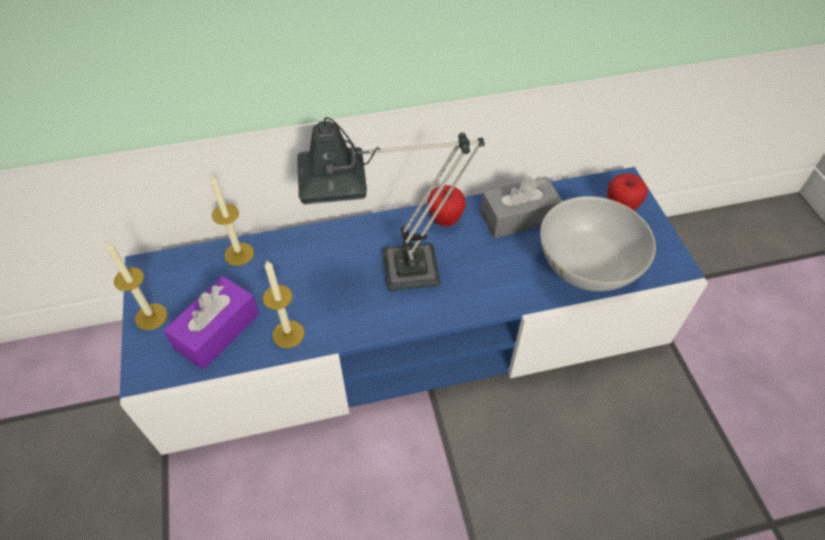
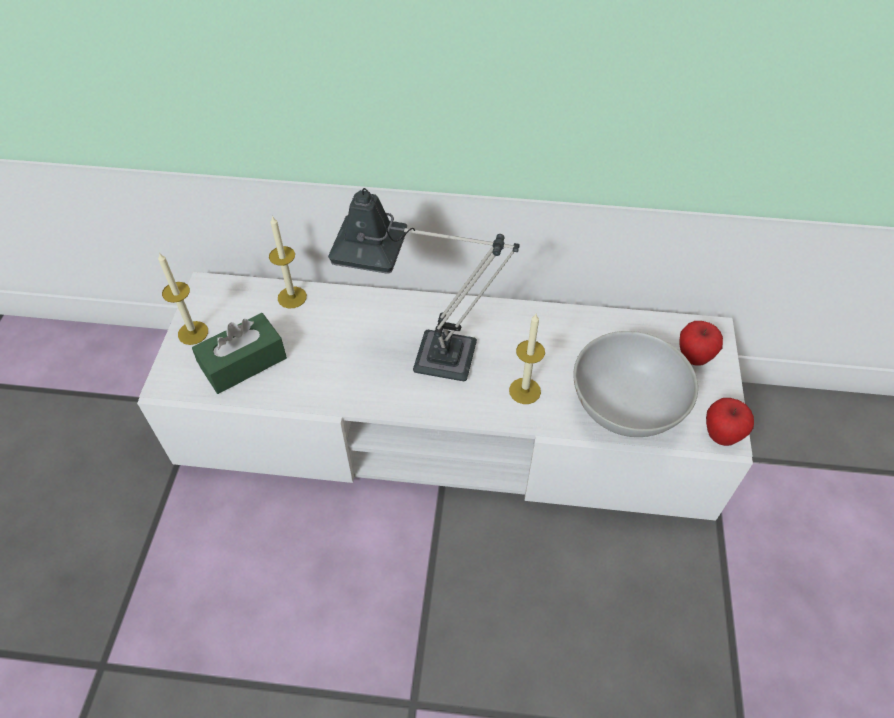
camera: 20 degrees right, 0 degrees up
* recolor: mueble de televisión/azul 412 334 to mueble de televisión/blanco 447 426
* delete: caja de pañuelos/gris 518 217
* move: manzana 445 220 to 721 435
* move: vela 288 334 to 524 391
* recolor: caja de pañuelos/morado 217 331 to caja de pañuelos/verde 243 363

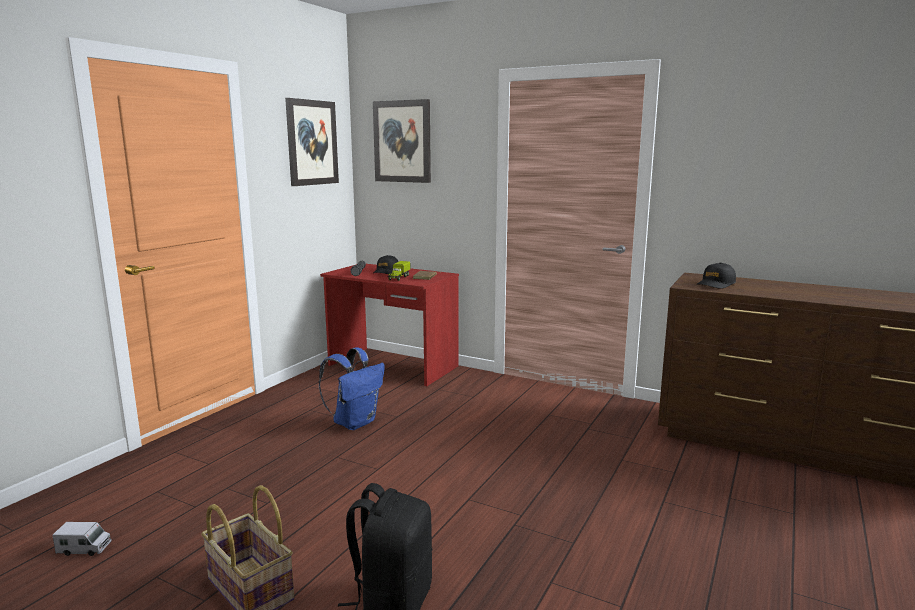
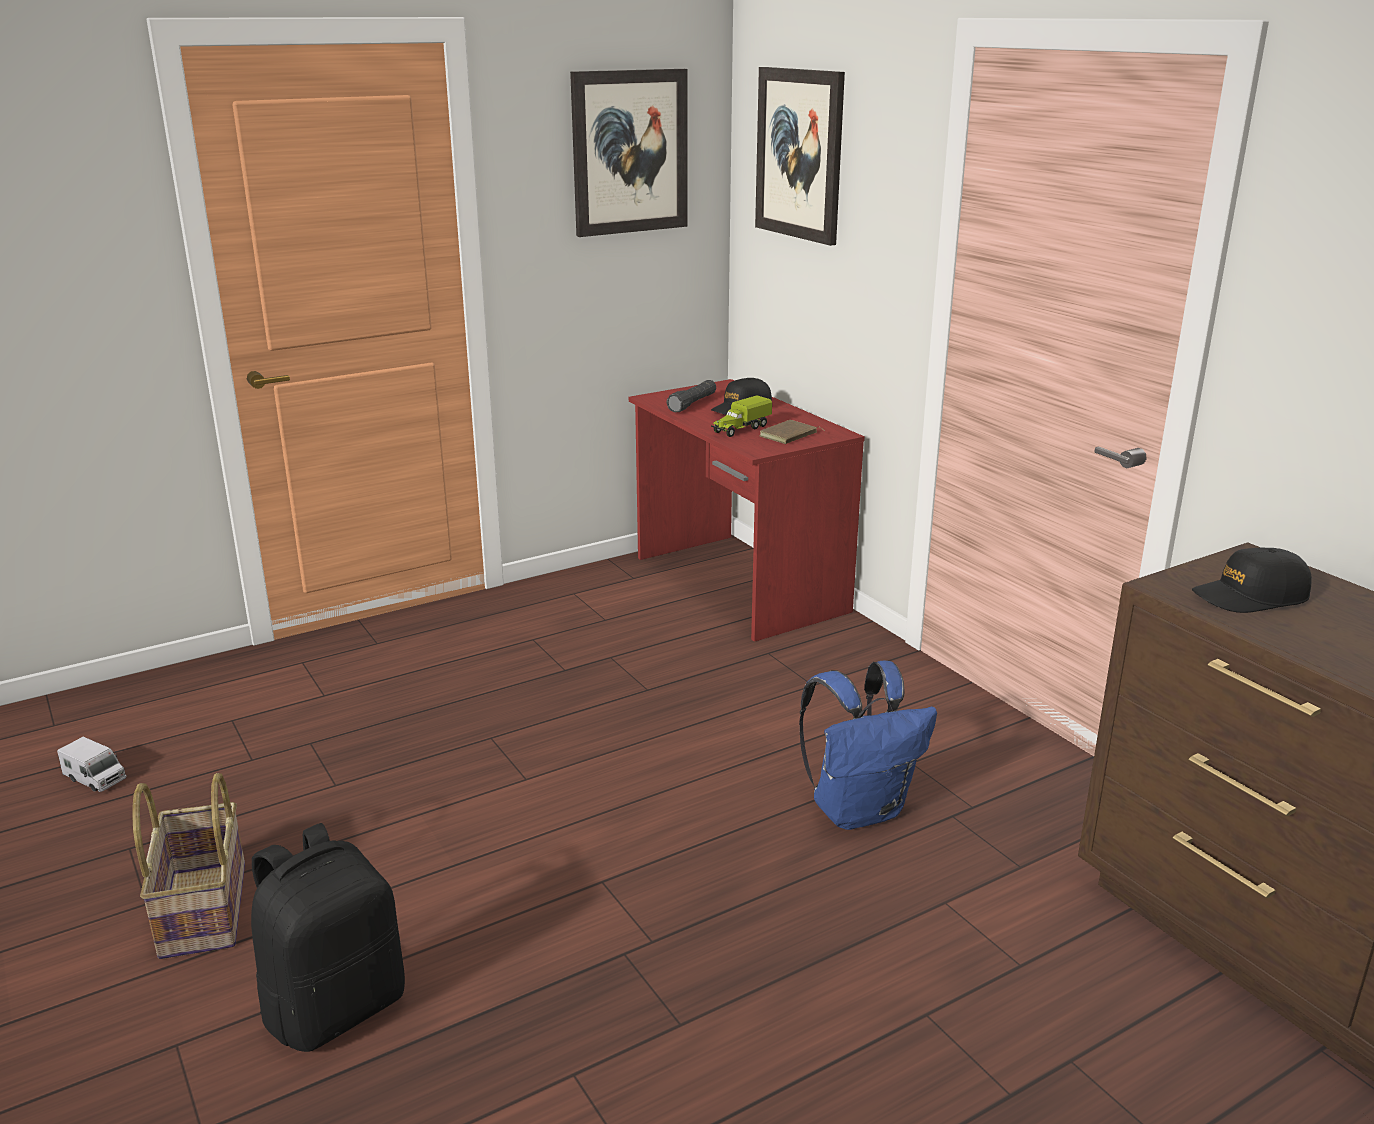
camera: 30 degrees right, 10 degrees up
* move: mochila/azul 355 422 to 859 810

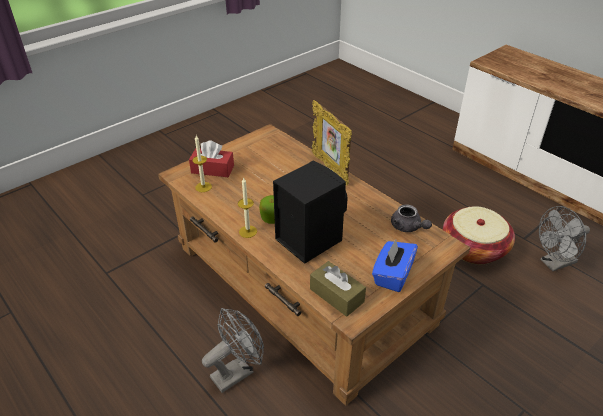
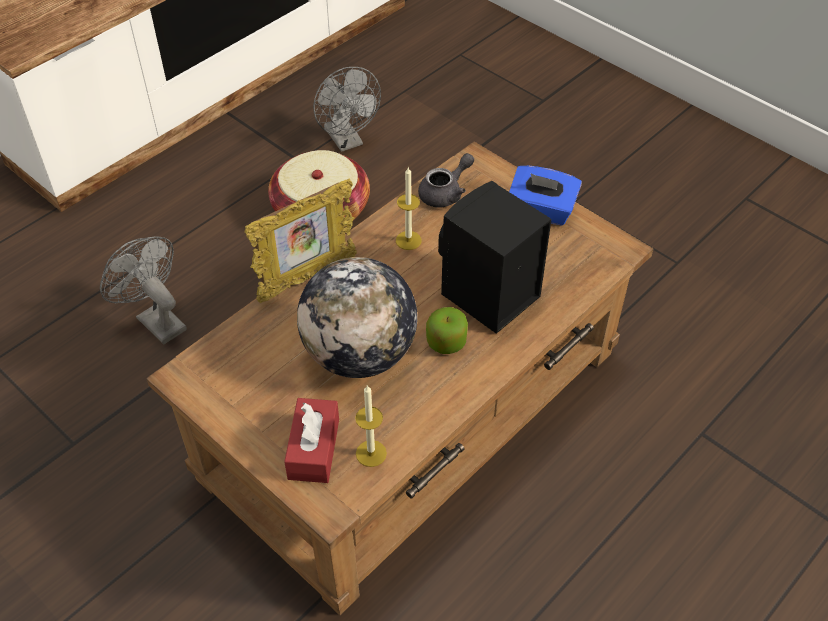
camera: 95 degrees left, 10 degrees up
* move: vela 248 231 to 408 240
* delete: caja de pañuelos/marrón 336 295
* move: ventilador/gris 237 371 to 156 320
* insert: globo terráqueo 360 354

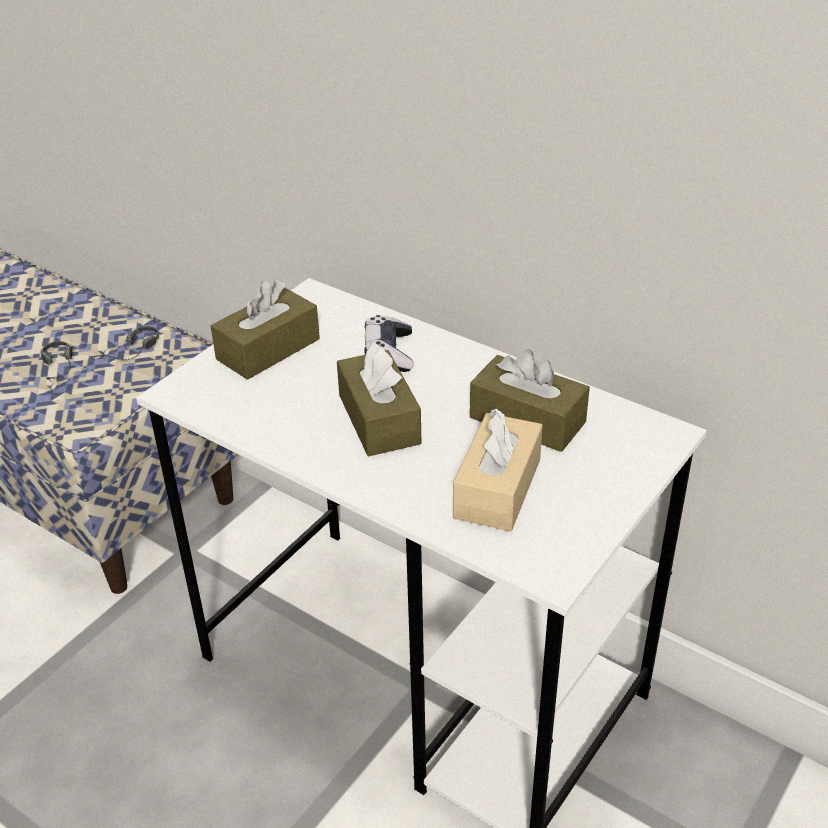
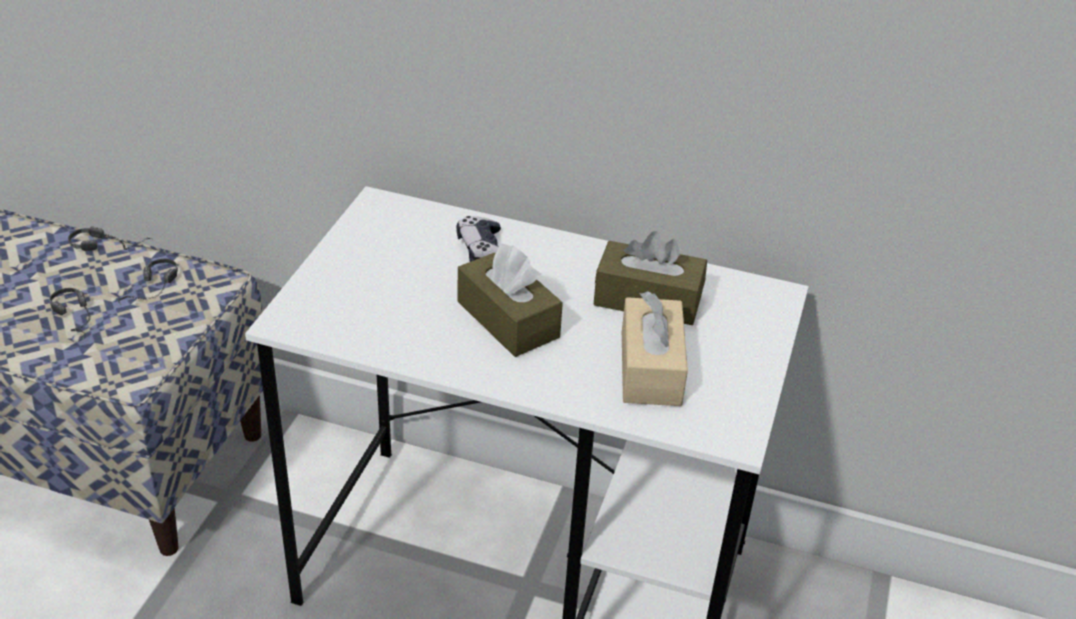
camera: 20 degrees left, 0 degrees up
* delete: caja de pañuelos/marrón 268 349
* insert: auriculares 114 245

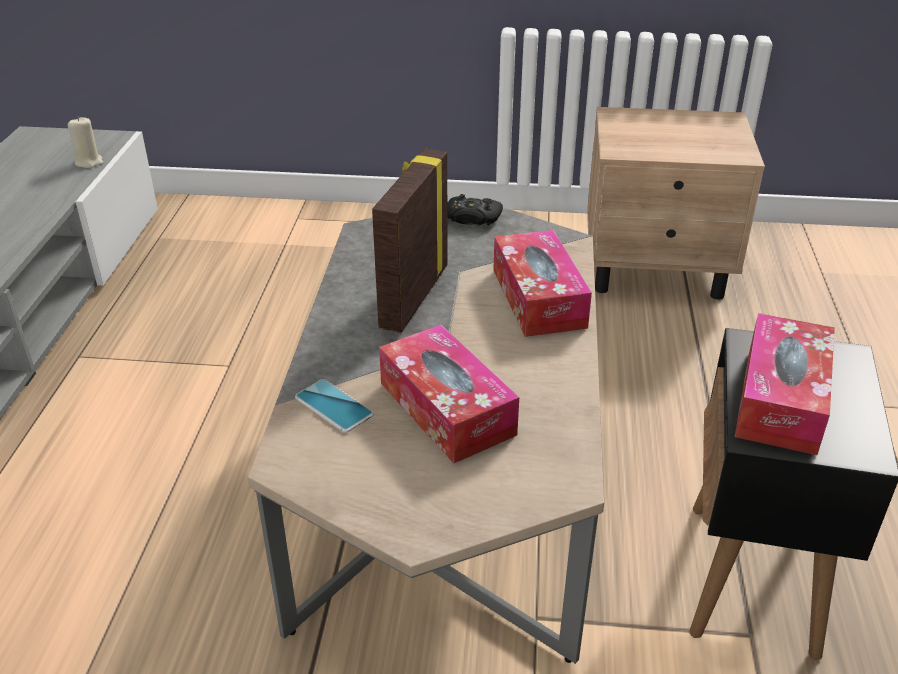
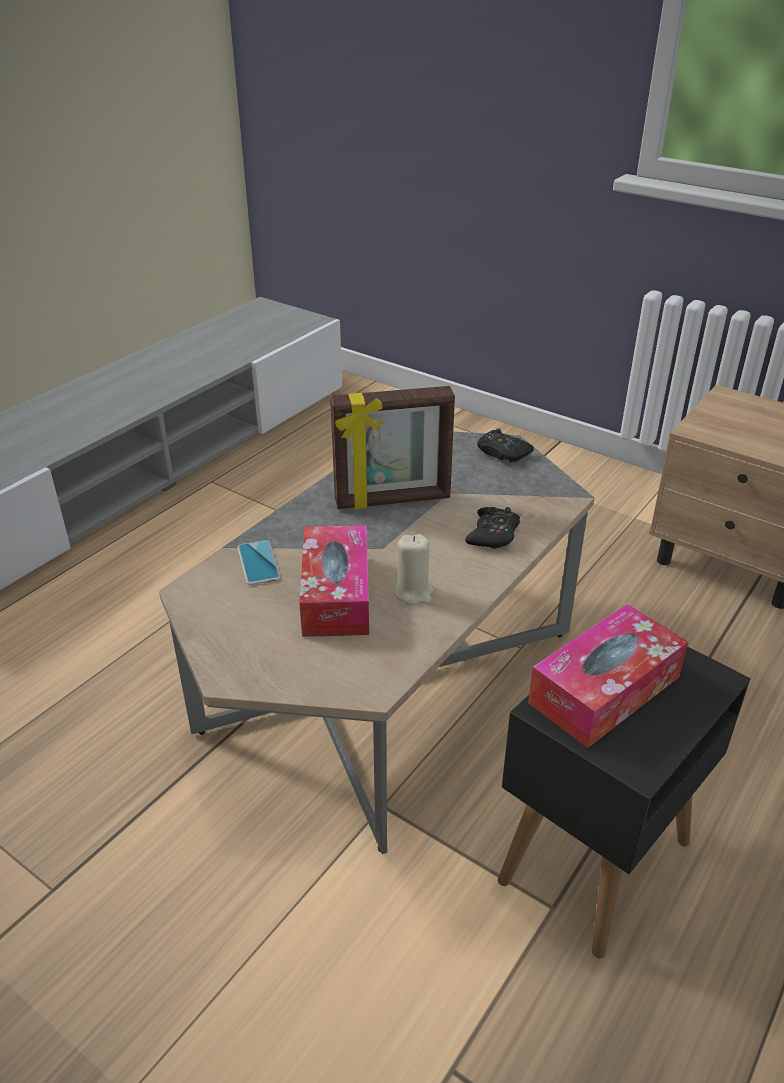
camera: 30 degrees right, 0 degrees up
* move: vela/beis 89 162 to 413 592
* rotate: portarretratos 412 296 = 392 501 150 degrees counterclockwise
* replace: caja de pañuelos 538 298 to mando de consola/negro 493 534

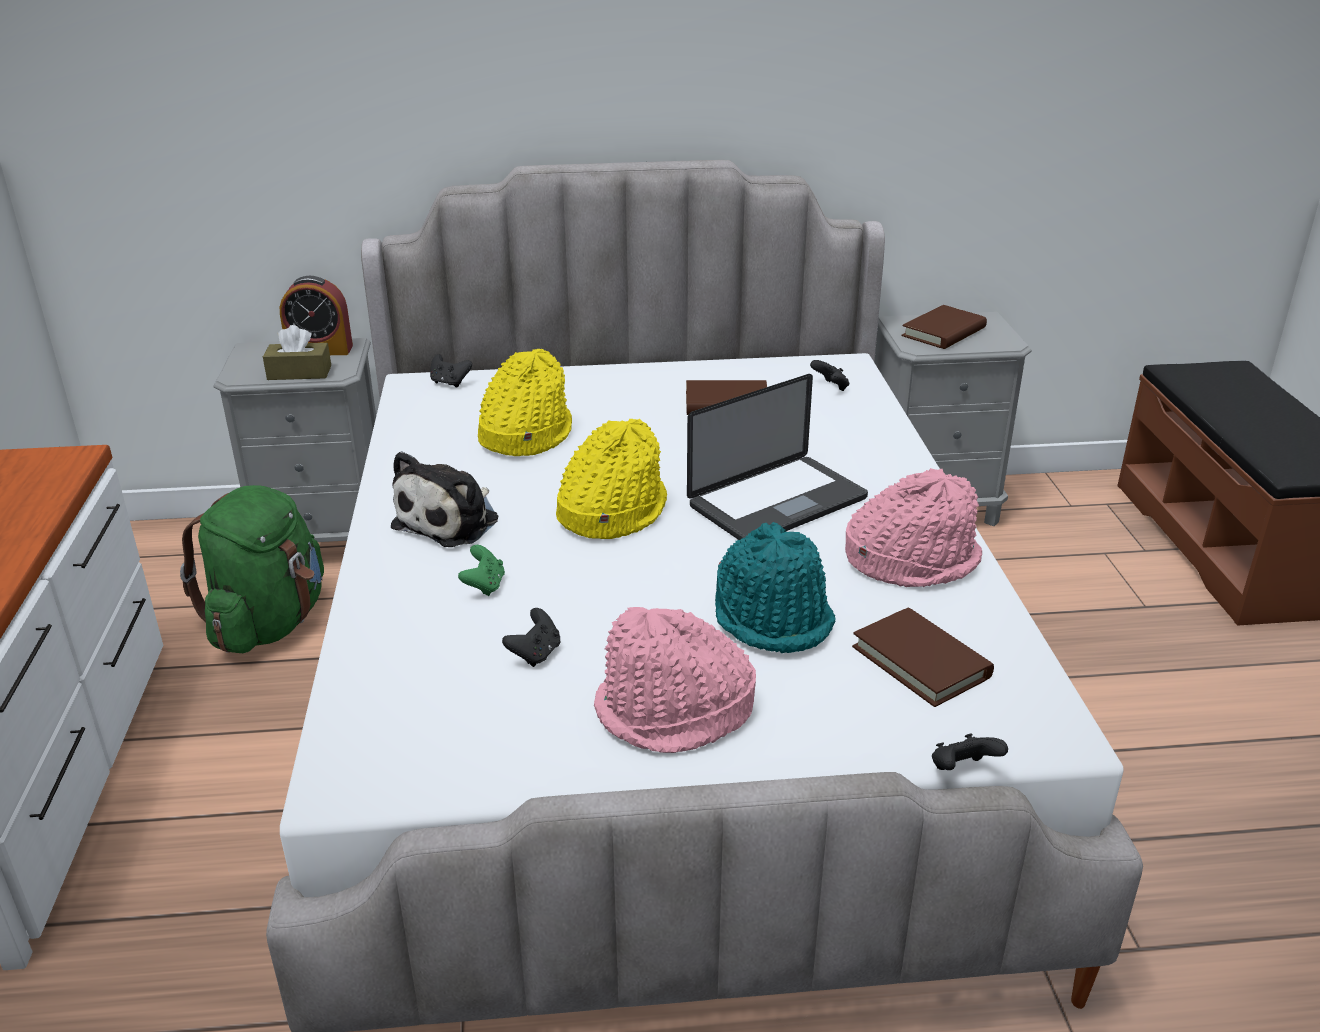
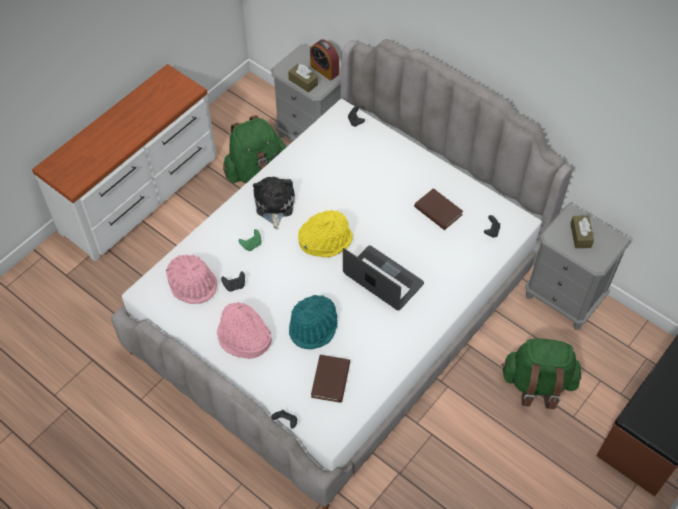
camera: 45 degrees right, 25 degrees up
* replace: libro/marrón 943 332 to caja de pañuelos/marrón 580 235
* delete: sombrero/amarillo 524 435
* rotate: portátil 777 502 = 383 279 150 degrees counterclockwise
* rotate: peluche 451 521 = 274 205 105 degrees clockwise
* move: sombrero/rosa 911 560 to 193 284
* insert: mochila/verde 537 384

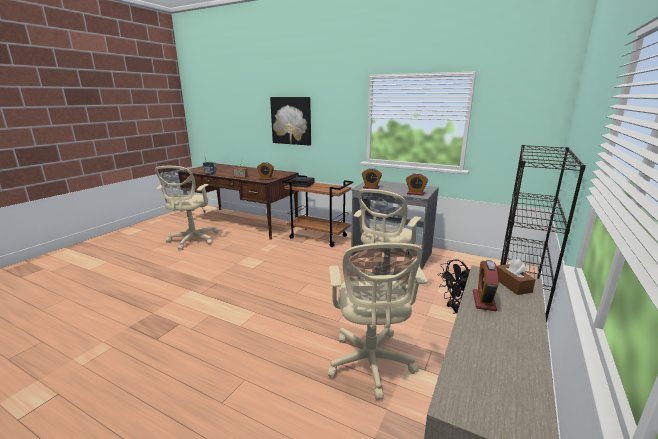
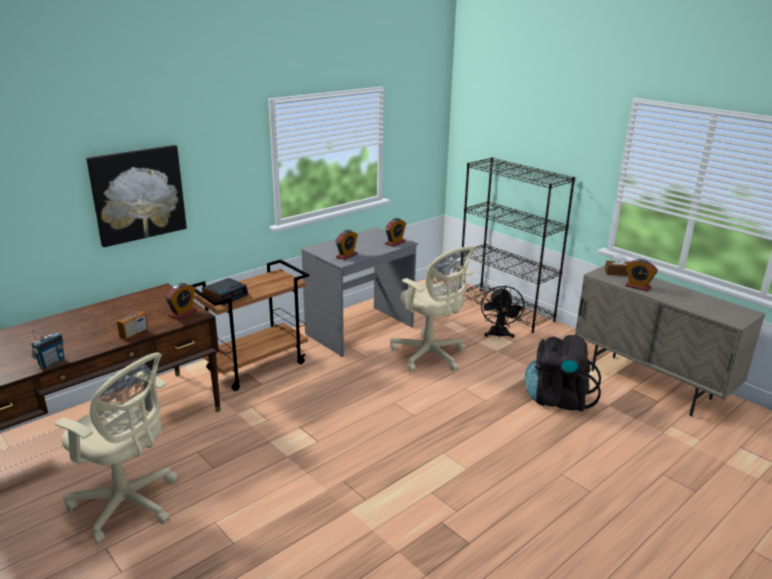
camera: 70 degrees left, 5 degrees up
* replace: silla de oficina/beis 371 365 to mochila/negro 558 399

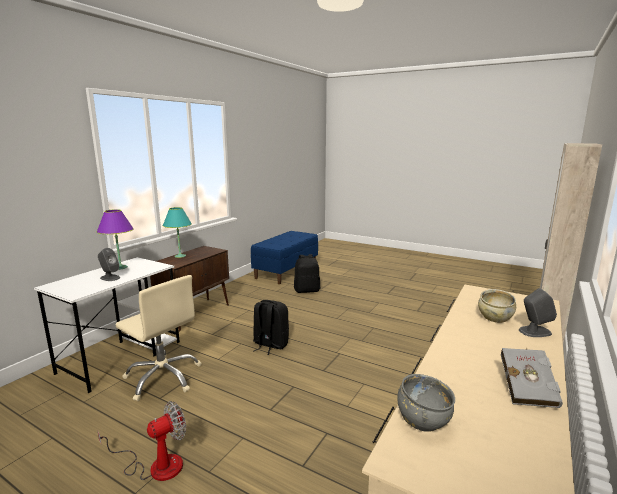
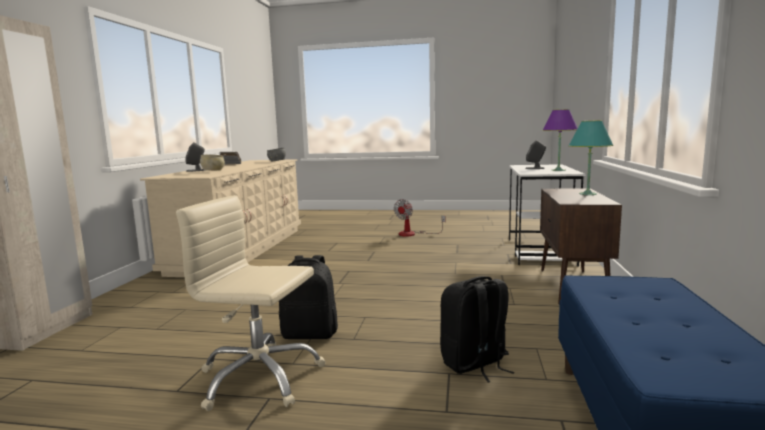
camera: 160 degrees right, 5 degrees down
* move: silla de oficina/beis 163 377 to 259 378
* move: mochila/negro 270 345 to 310 334

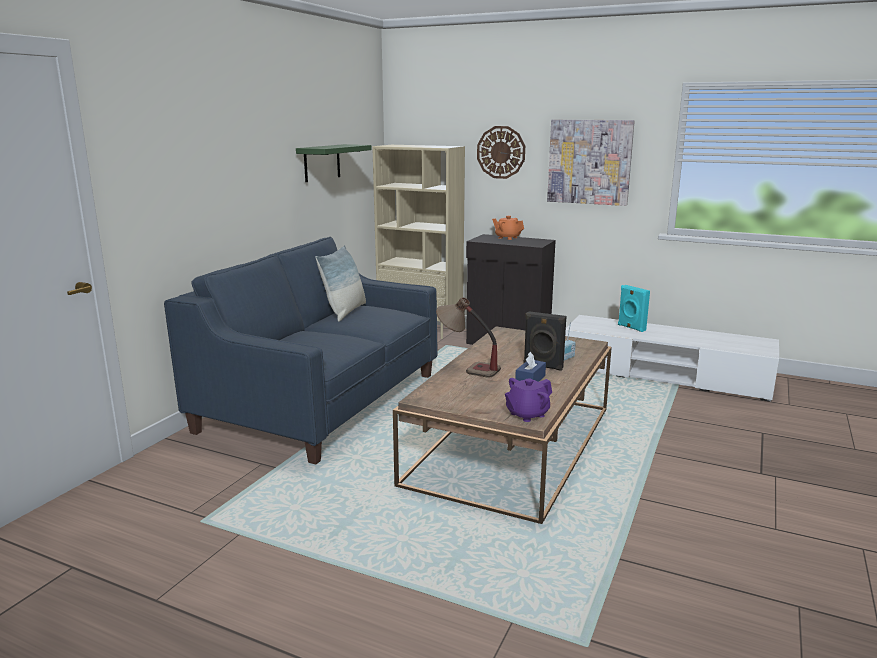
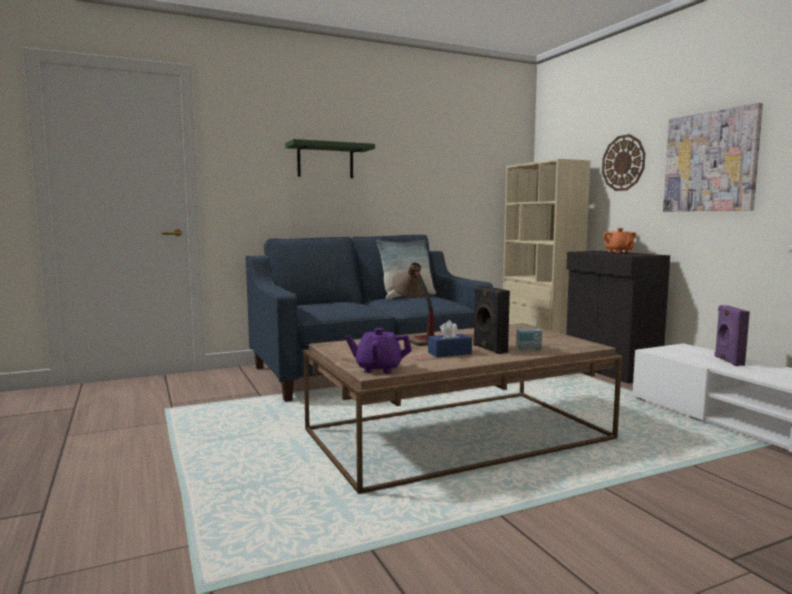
camera: 40 degrees right, 10 degrees down
* move: estante/verde 322 163 to 325 161
* recolor: altavoz/turquesa 631 328 to altavoz/morado 728 361

